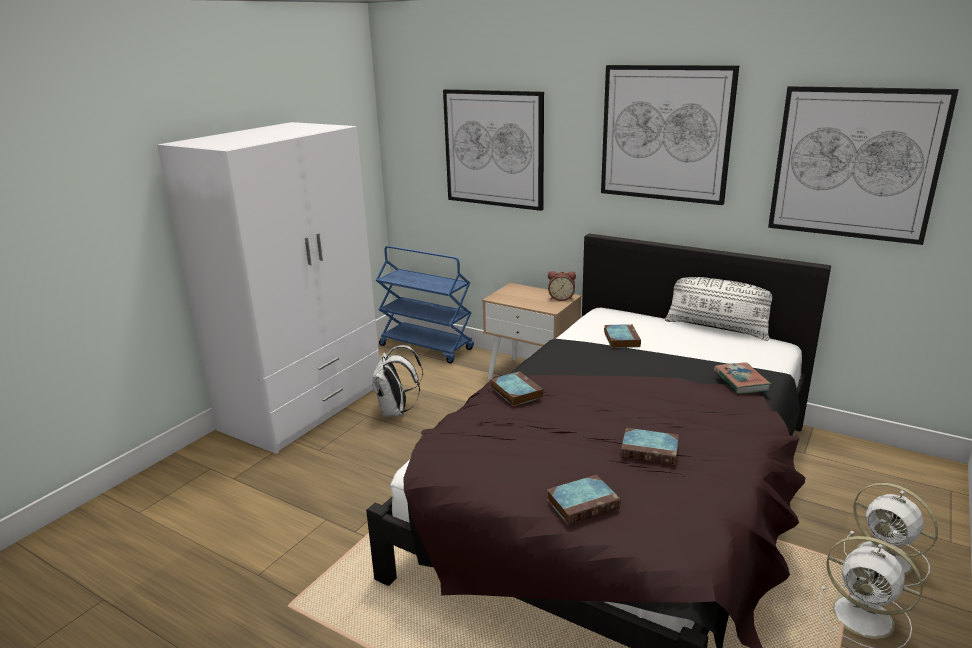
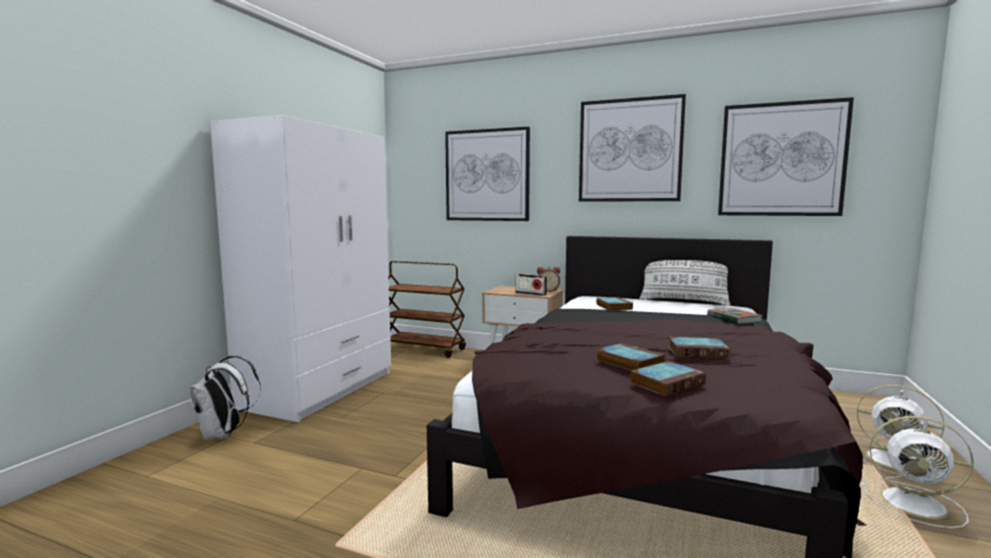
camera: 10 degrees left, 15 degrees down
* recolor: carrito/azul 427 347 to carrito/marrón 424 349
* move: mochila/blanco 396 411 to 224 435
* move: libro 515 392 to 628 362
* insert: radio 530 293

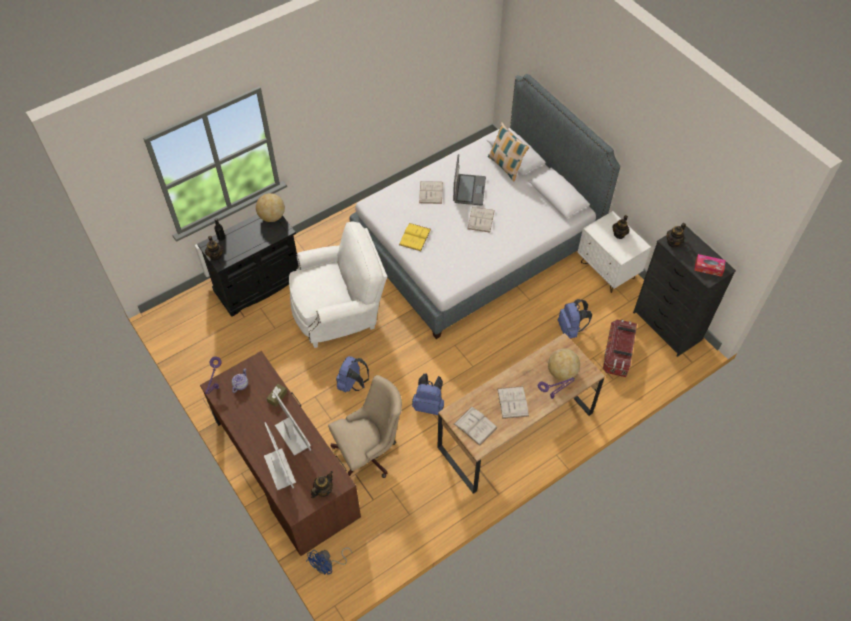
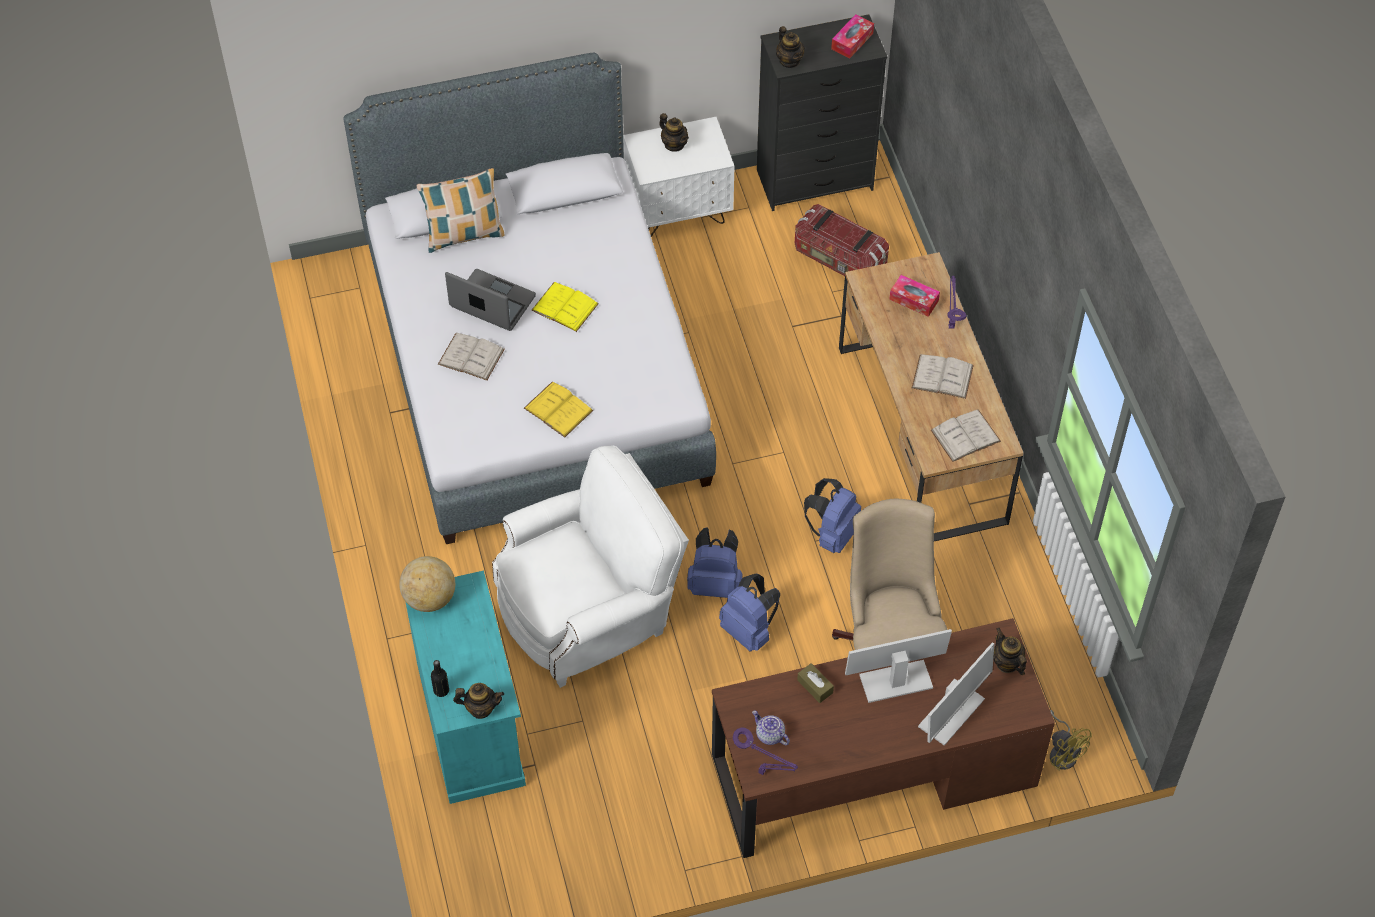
camera: 70 degrees left, 0 degrees up
* recolor: libro/blanco 481 219 to libro/amarillo 565 307
* recolor: armario/negro 258 284 to armario/turquesa 471 724
* rotate: sillón/blanco 339 311 = 589 610 60 degrees clockwise
* move: mochila/azul 571 329 to 715 583
* replace: globo terráqueo 561 372 to caja de pañuelos 914 300
* rotate: monitor 280 469 = 951 713 135 degrees clockwise
* recolor: ventilador/azul 328 565 to ventilador/amarillo 1063 752

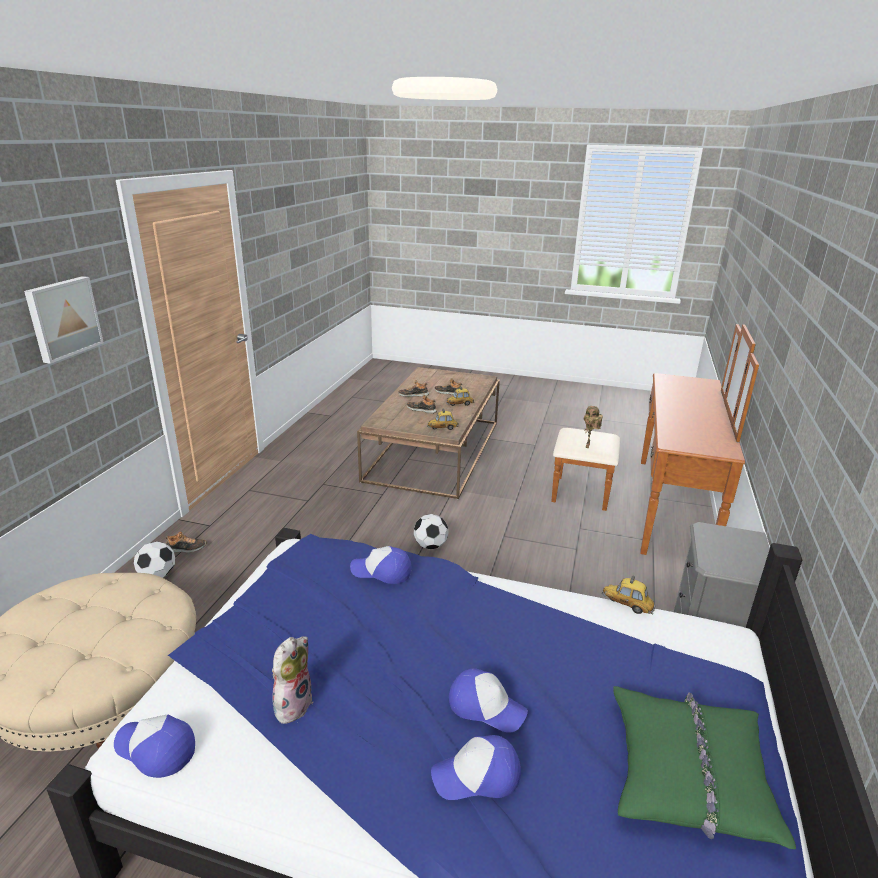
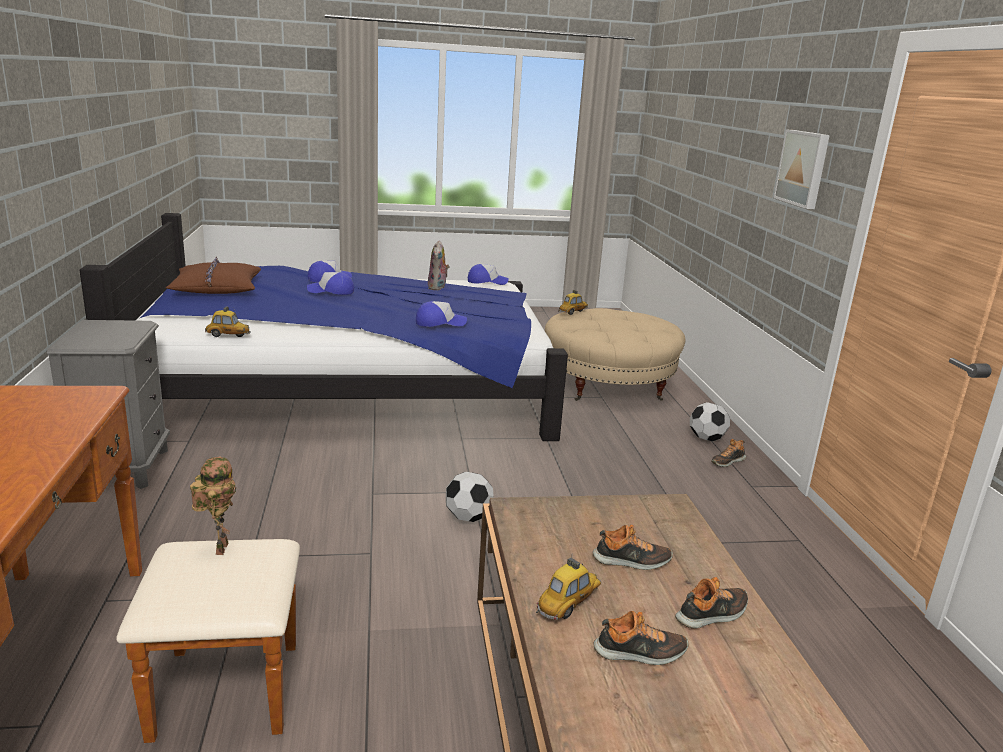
camera: 155 degrees right, 5 degrees down
* move: coche de juguete 442 428 to 573 312
* recolor: cojín/verde 689 774 to cojín/marrón 216 288

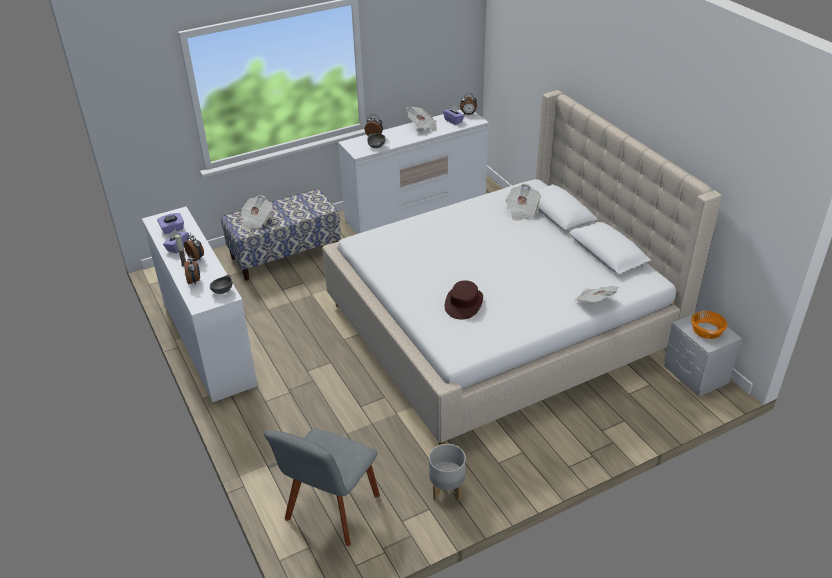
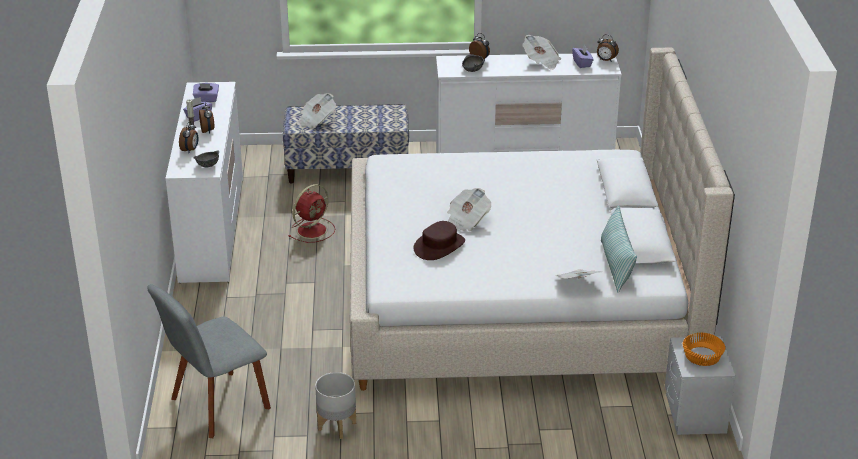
camera: 25 degrees right, 5 degrees down
* move: periódico 522 211 to 466 221
* insert: ventilador/rojo 313 230
* insert: cojín 616 265

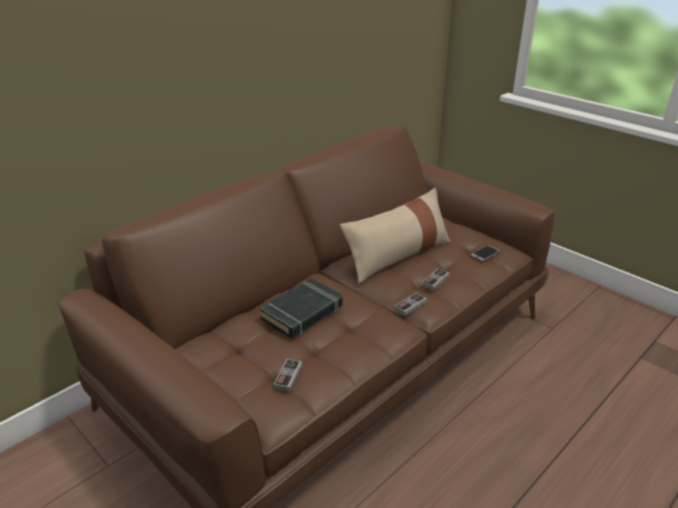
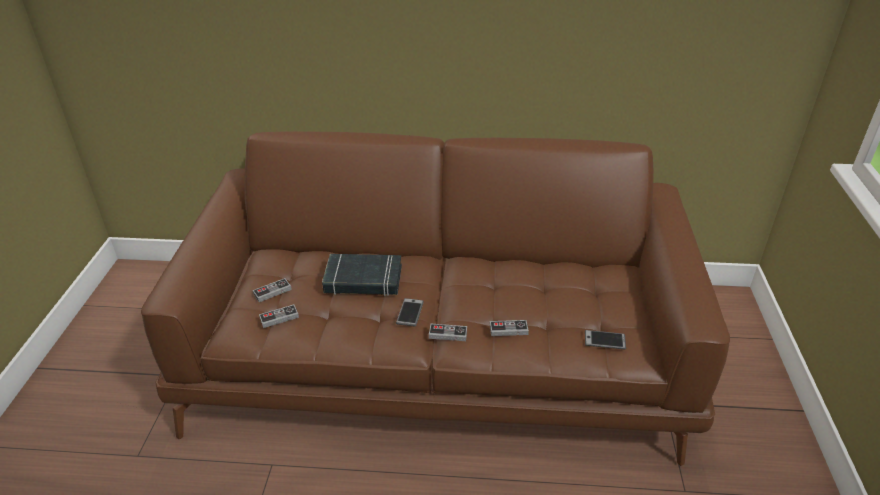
camera: 50 degrees right, 5 degrees up
* delete: cojín/beis 397 255
* insert: mando de consola 272 291
* insert: móvil 410 313

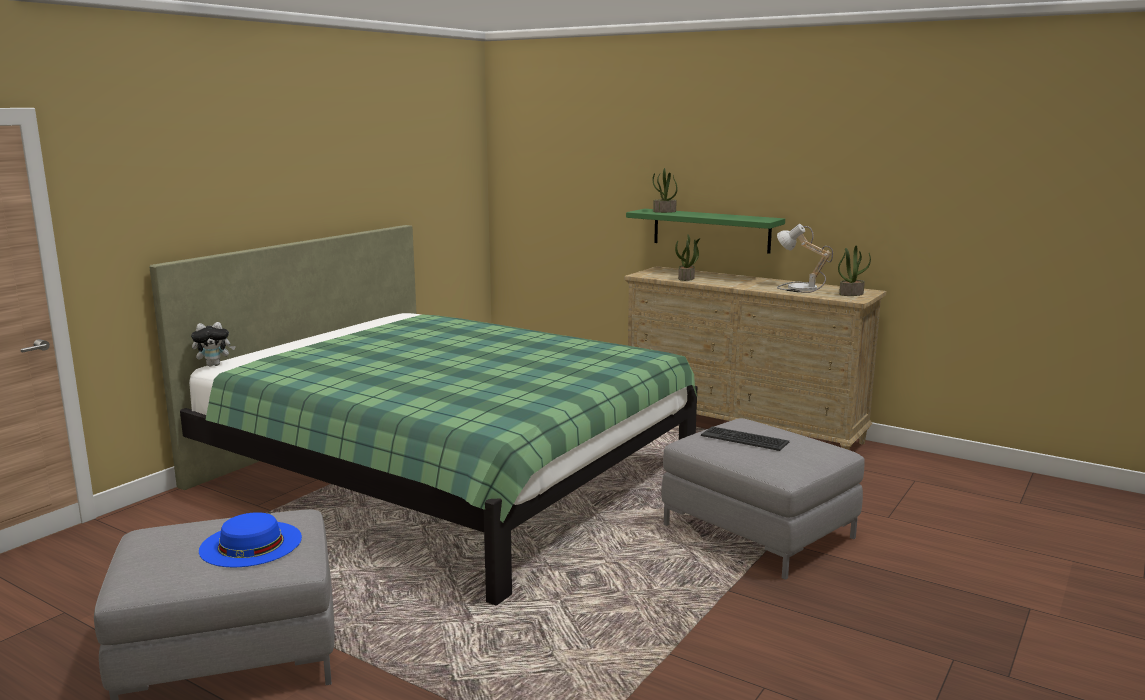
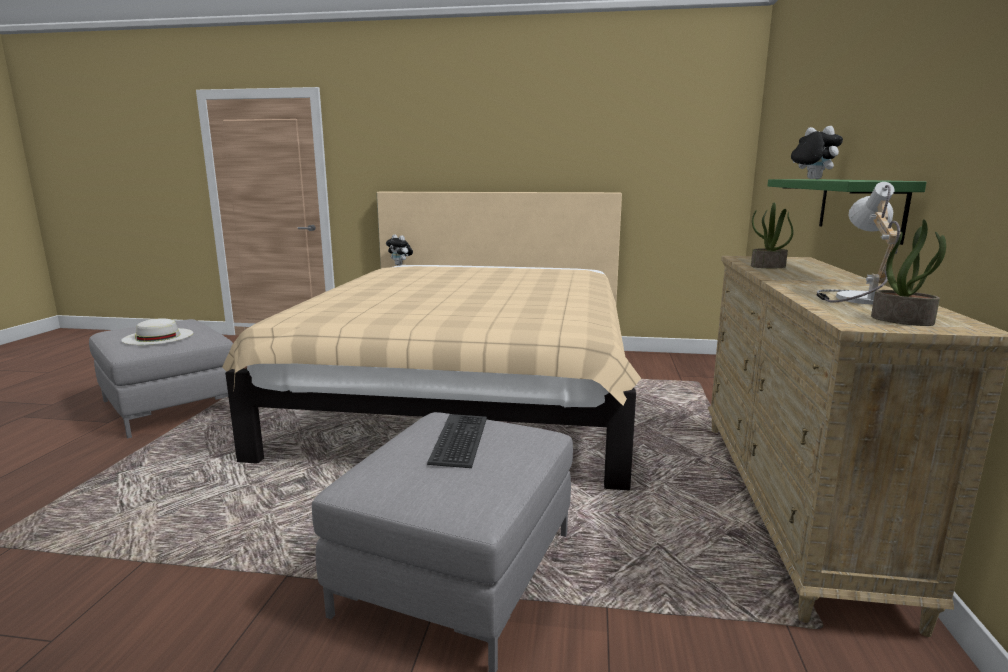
camera: 65 degrees right, 0 degrees up
* replace: planta en maceta 664 211 to peluche 811 179
* recolor: cama/verde 445 476 to cama/beis 468 394
* recolor: sombrero/azul 251 544 to sombrero/blanco 158 336

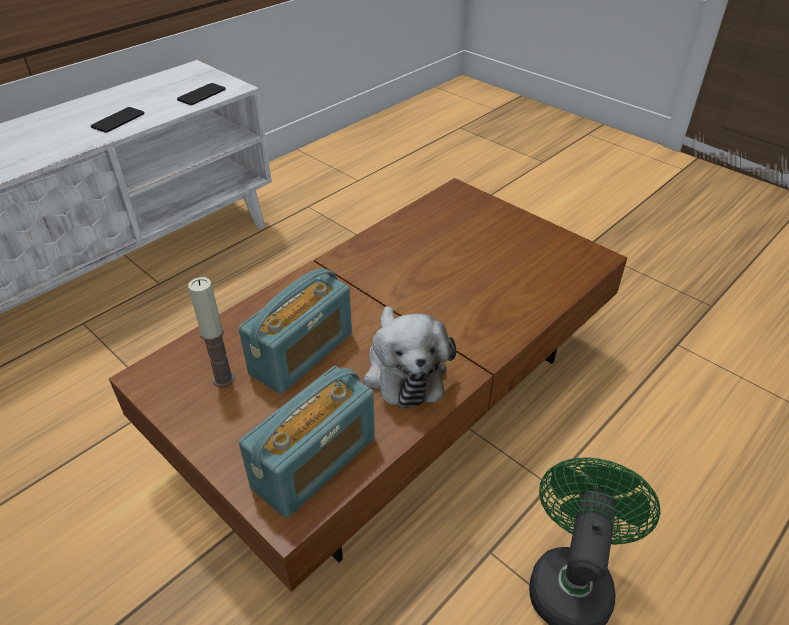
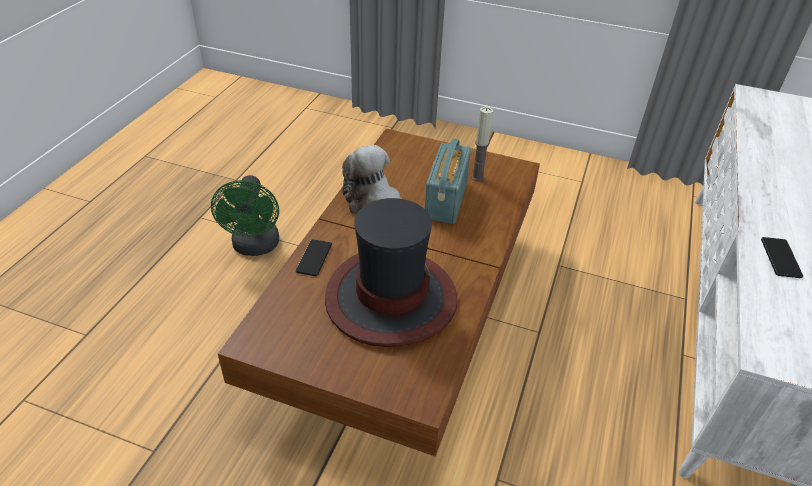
camera: 155 degrees right, 0 degrees up
* move: móvil 201 95 to 314 258
* delete: radio 315 462
* insert: sombrero 390 298

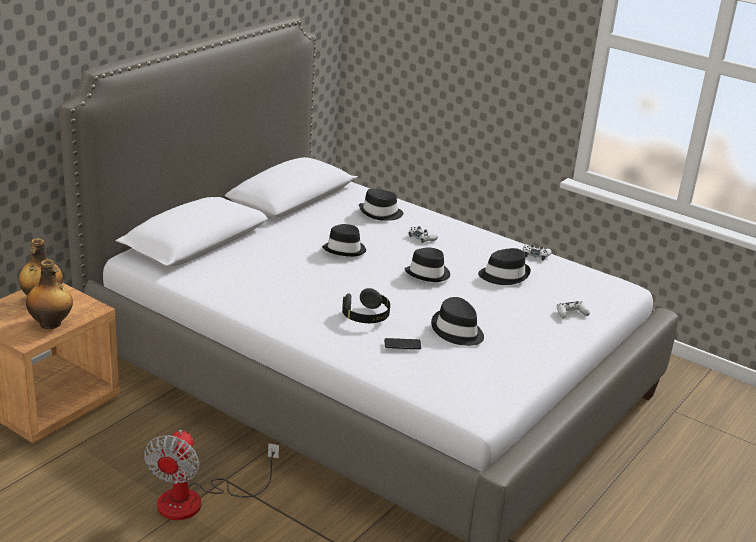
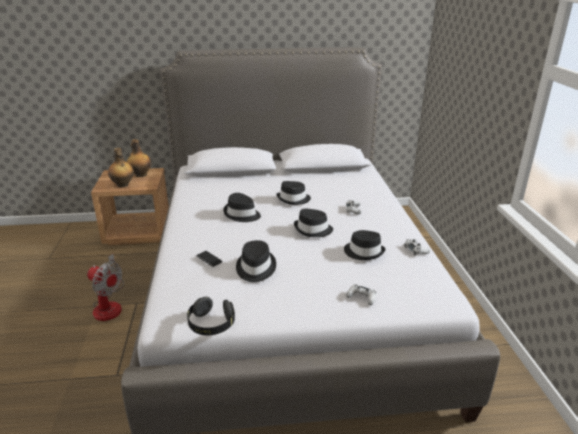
camera: 50 degrees right, 0 degrees up
* move: sombrero/negro 381 213 to 242 214
* move: auriculares/negro 366 317 to 211 325
* rotate: ventilador 196 501 = 109 305 120 degrees counterclockwise

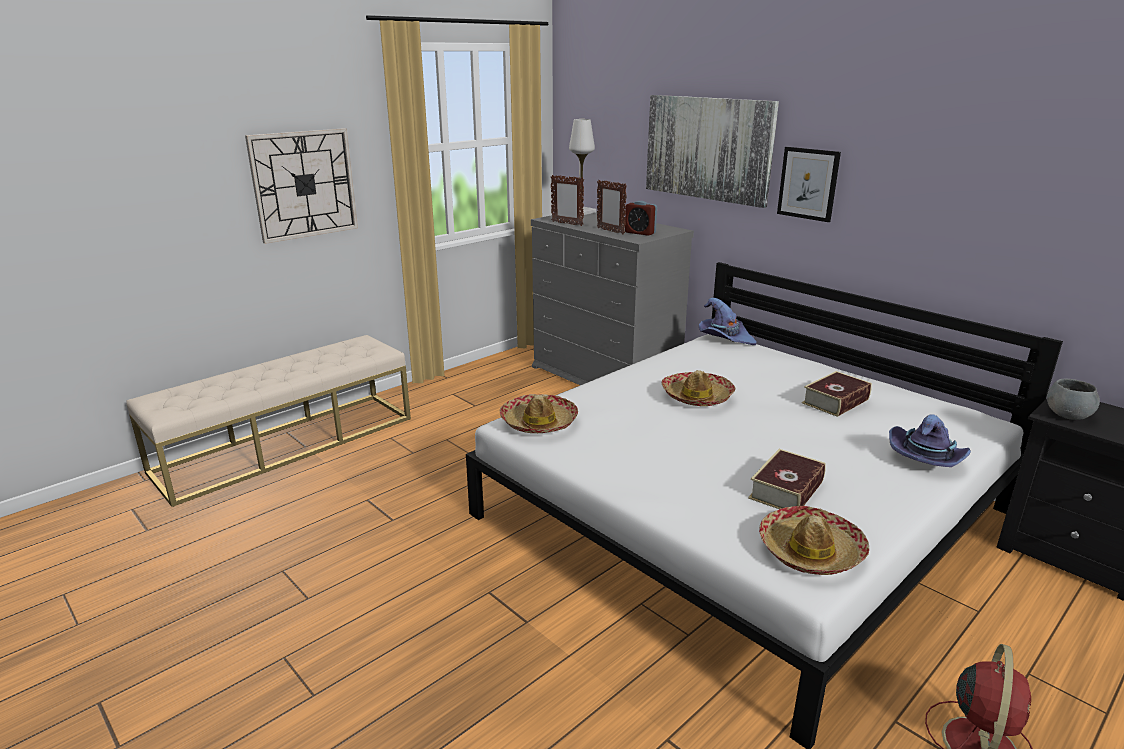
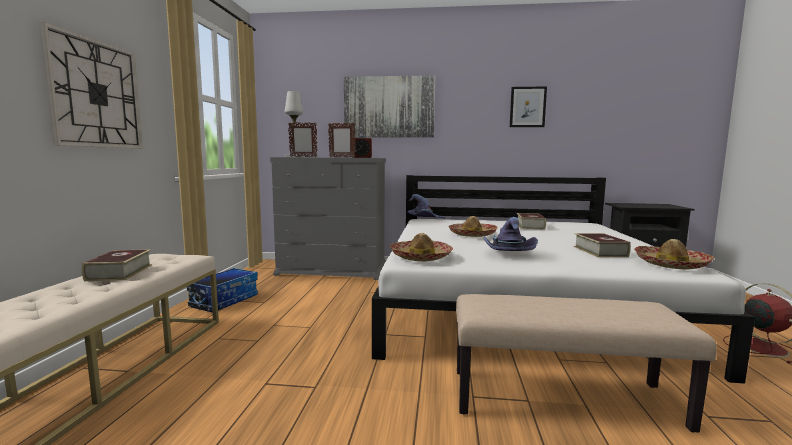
camera: 40 degrees left, 15 degrees down
* move: cuadro 808 183 to 527 107
* delete: cuenco/gris 1068 415
* move: sombrero/morado 926 458 to 507 253
* insert: libro 120 272
* insert: caja de almacenaje 224 300
* insert: banco/beis 563 398

